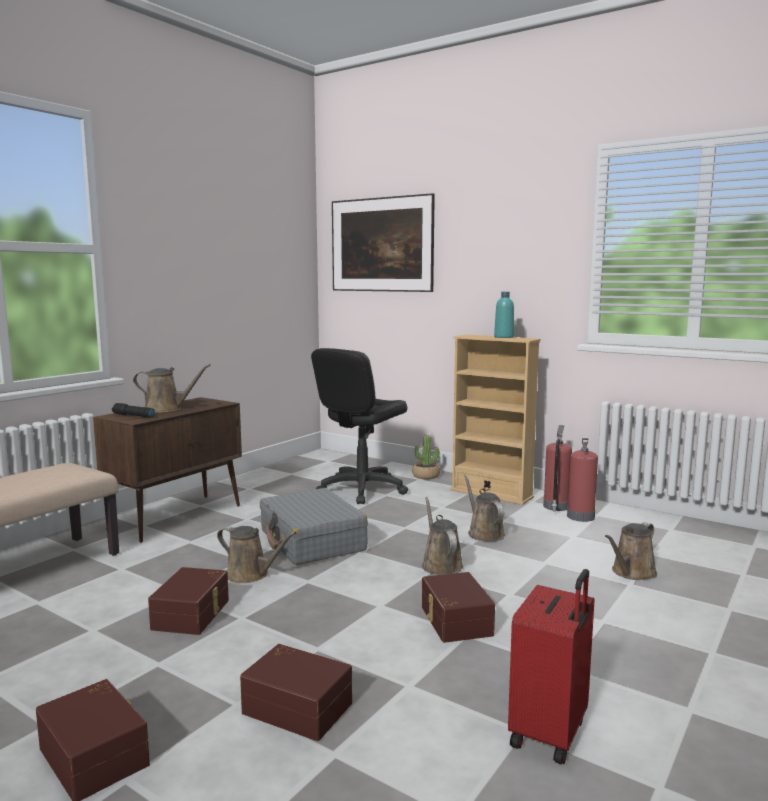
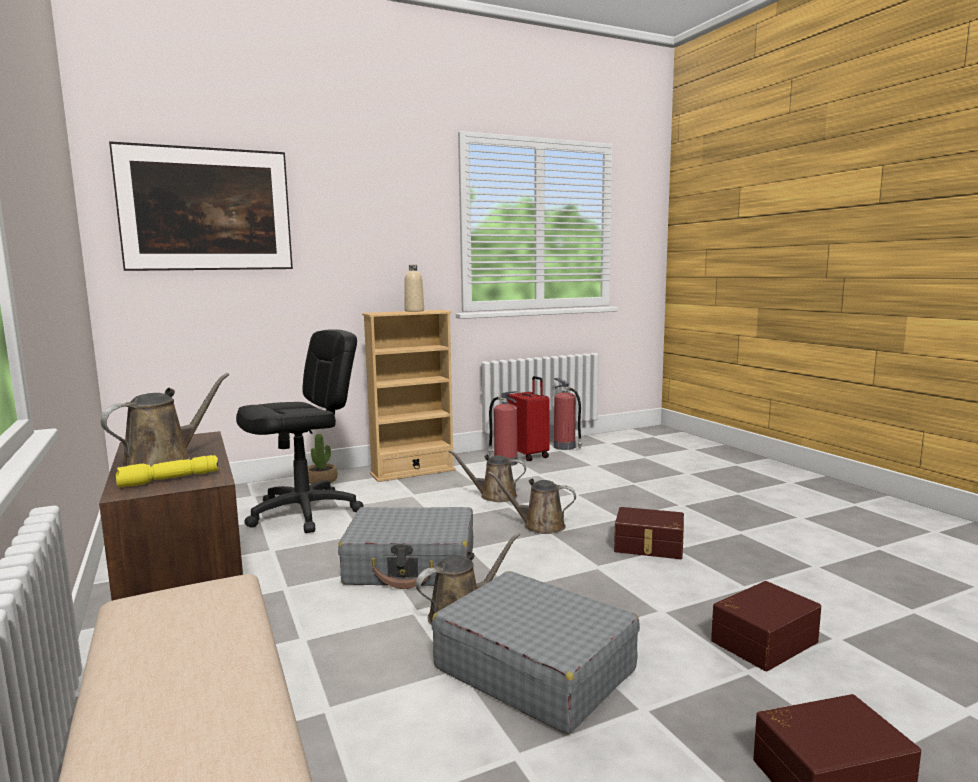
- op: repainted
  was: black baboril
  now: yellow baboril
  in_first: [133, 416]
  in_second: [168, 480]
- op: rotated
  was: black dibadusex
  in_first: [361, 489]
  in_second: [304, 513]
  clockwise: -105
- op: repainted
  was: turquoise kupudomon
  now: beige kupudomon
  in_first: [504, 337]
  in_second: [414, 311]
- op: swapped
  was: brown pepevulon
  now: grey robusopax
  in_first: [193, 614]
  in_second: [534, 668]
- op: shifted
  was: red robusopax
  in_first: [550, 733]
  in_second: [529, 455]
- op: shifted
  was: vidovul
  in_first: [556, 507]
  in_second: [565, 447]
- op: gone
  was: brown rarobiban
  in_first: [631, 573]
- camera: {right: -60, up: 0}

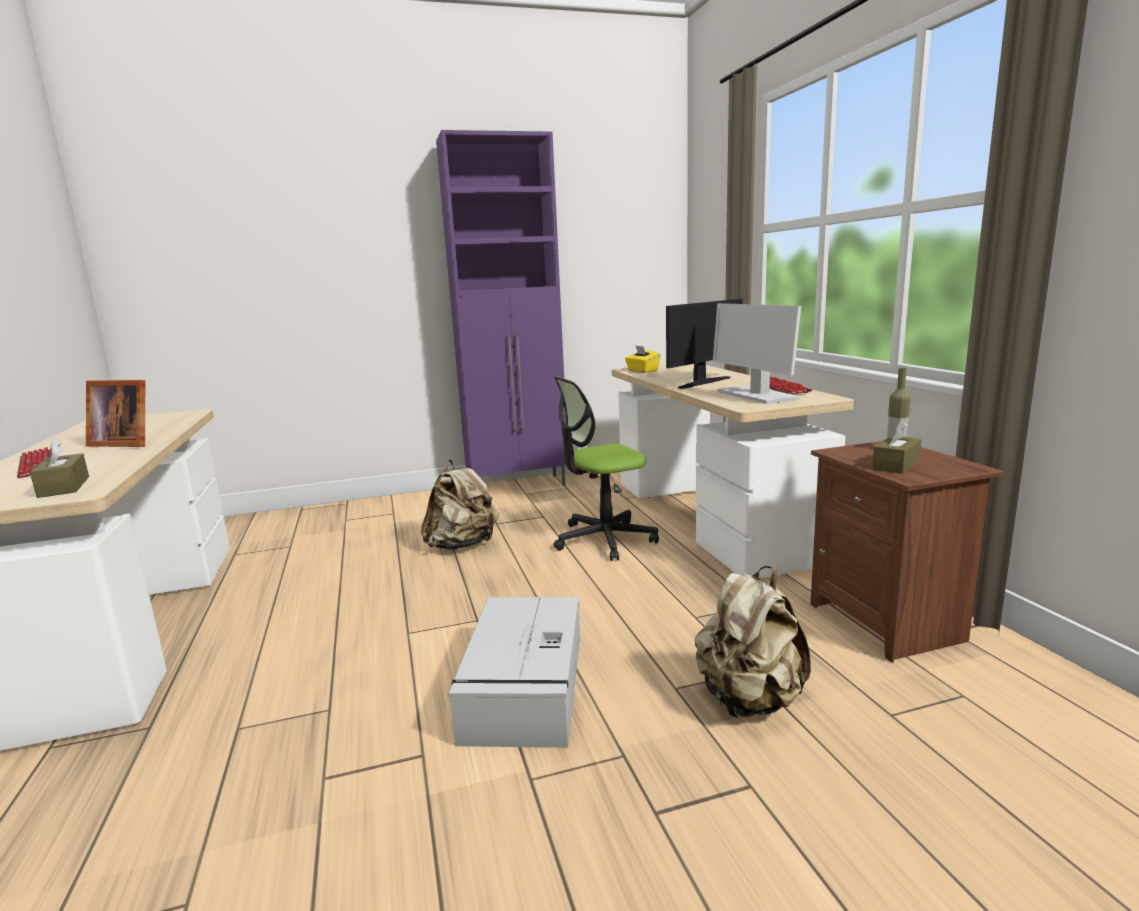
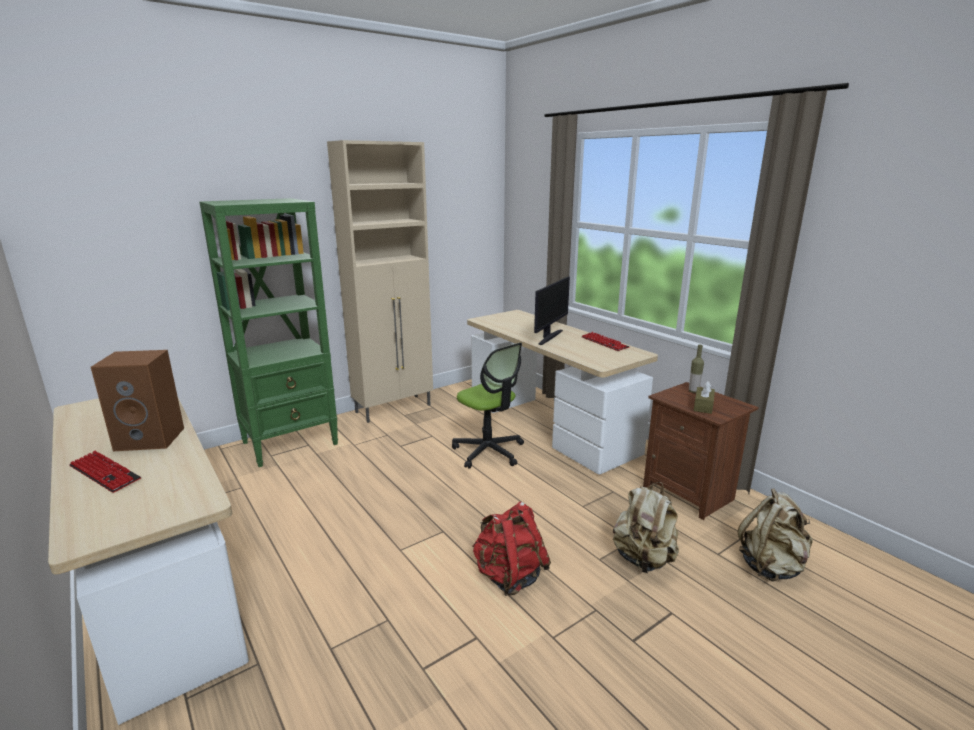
- op: swapped
  was: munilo
  now: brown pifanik
  in_first: [125, 443]
  in_second: [152, 438]
- op: new
  now: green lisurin
  in_second: [291, 443]
- op: repainted
  was: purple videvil
  now: beige videvil
  in_first: [519, 486]
  in_second: [394, 408]
- op: rotated
  was: dibadusex
  in_first: [604, 539]
  in_second: [488, 451]
  clockwise: -90
- op: swapped
  was: grey pepevulon
  now: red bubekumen
  in_first: [524, 687]
  in_second: [509, 576]
- op: shifted
  was: beige bubekumen
  in_first: [463, 545]
  in_second: [771, 566]
- op: gone
  was: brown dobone
  in_first: [64, 487]
- op: gone
  was: yellow dobone
  in_first: [642, 371]
- op: gone
  was: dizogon
  in_first: [755, 395]
- camera: {right: -20, up: 5}

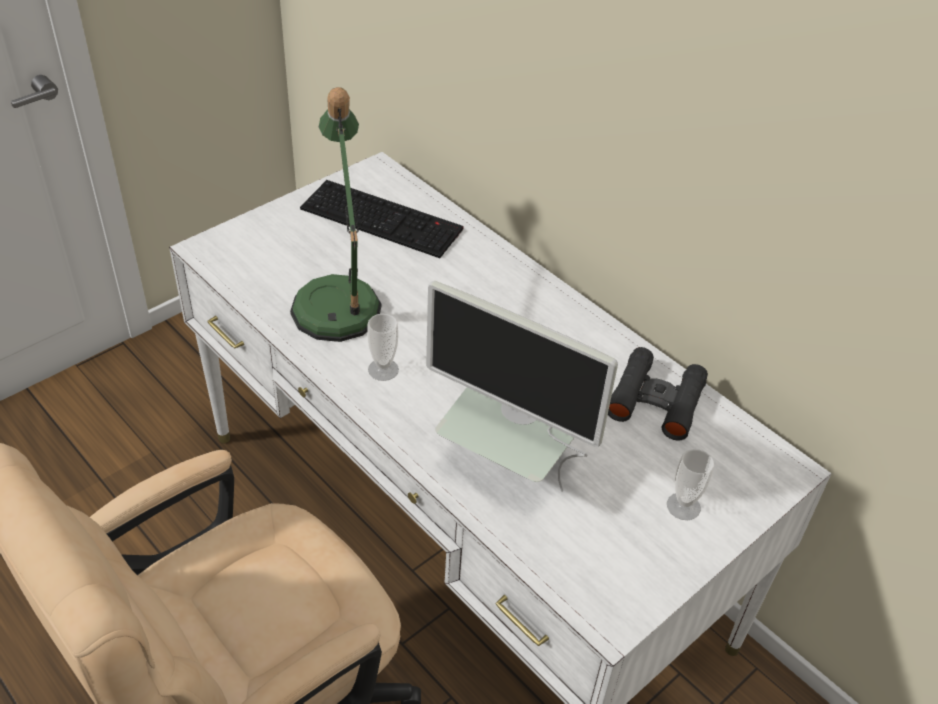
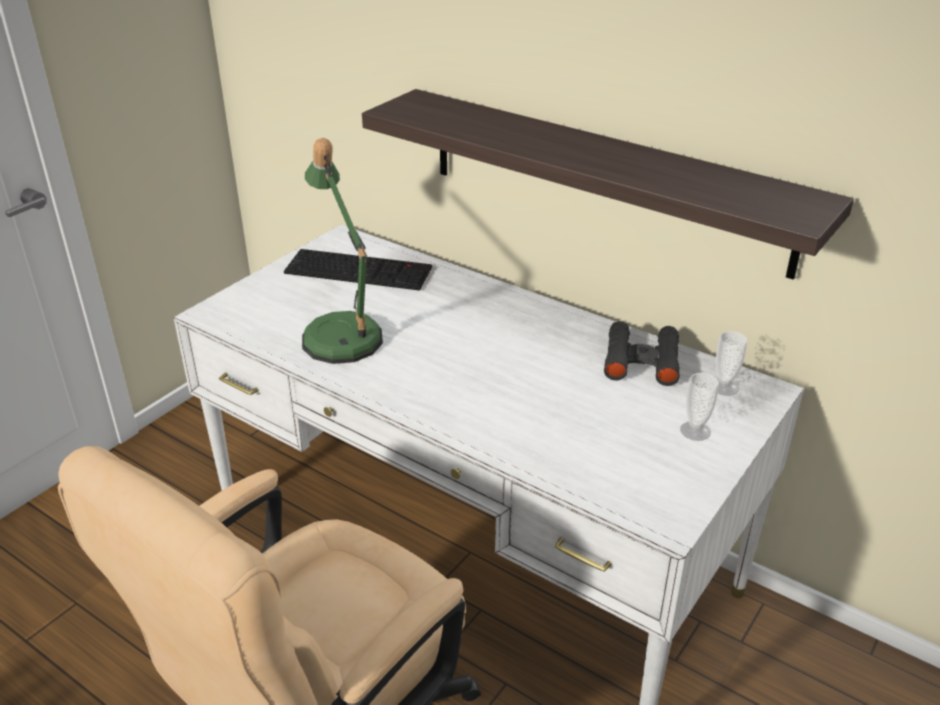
- op: new
  now: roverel
  in_second: [604, 179]
- op: shifted
  was: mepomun
  in_first: [383, 369]
  in_second: [724, 387]
- op: gone
  was: dizogon
  in_first: [509, 465]
- camera: {right: -10, up: -10}

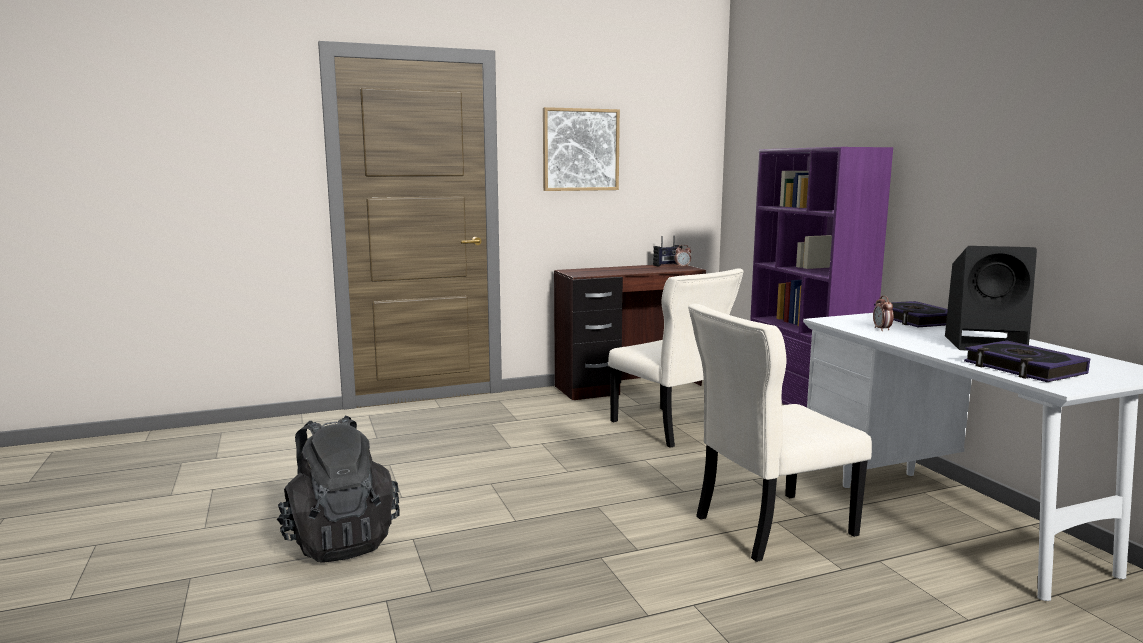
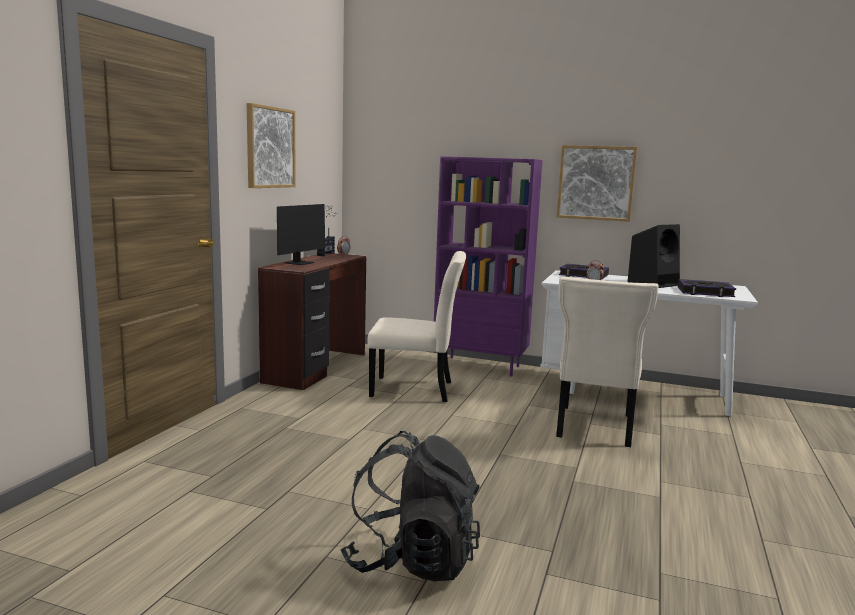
- op: new
  now: dizogon
  in_second: [302, 262]
- op: new
  now: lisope
  in_second: [596, 183]
- camera: {right: -50, up: 0}

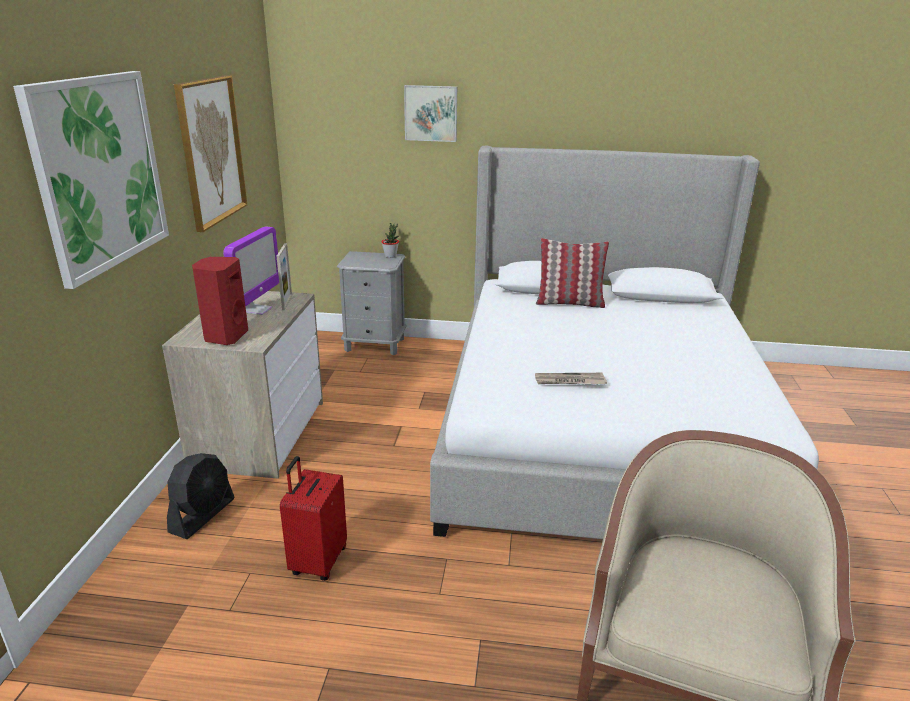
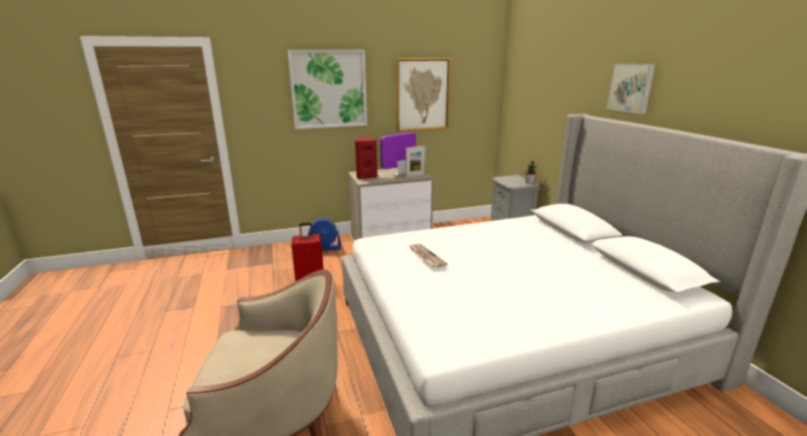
- op: repainted
  was: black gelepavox
  now: blue gelepavox
  in_first: [203, 515]
  in_second: [325, 248]
- op: rotated
  was: dizogon
  in_first: [257, 310]
  in_second: [399, 174]
  clockwise: 150
- op: shifted
  was: lisope
  in_first: [431, 113]
  in_second: [631, 87]
- op: gone
  was: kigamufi
  in_first: [569, 303]
- camera: {right: 65, up: -5}

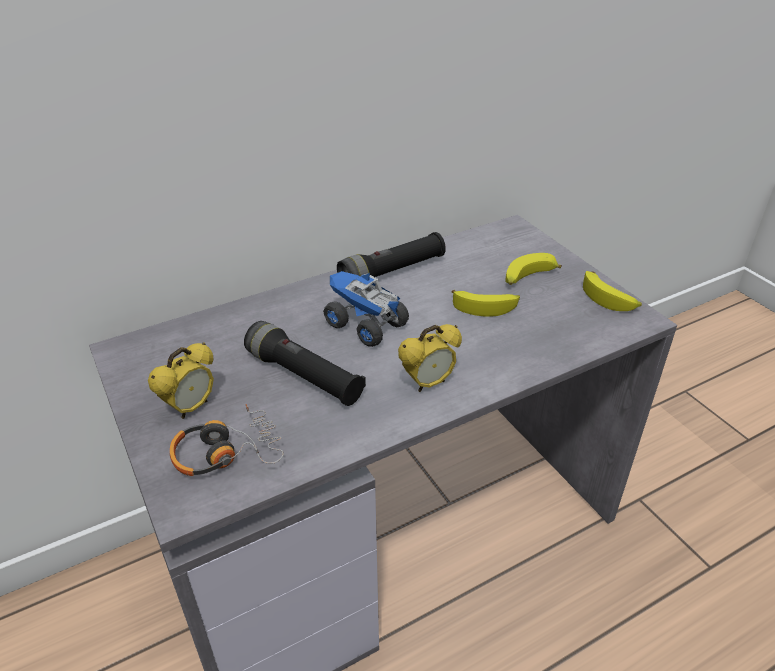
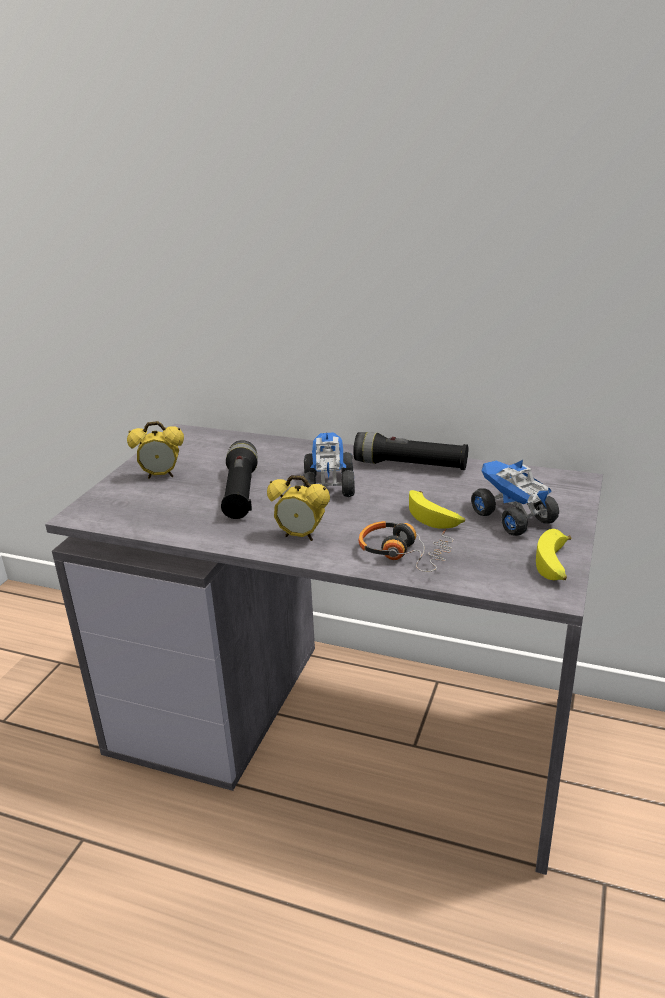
- op: shifted
  was: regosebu
  in_first: [227, 451]
  in_second: [405, 553]
- op: swapped
  was: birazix
  now: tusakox
  in_first: [528, 278]
  in_second: [511, 517]
- camera: {right: 50, up: -10}

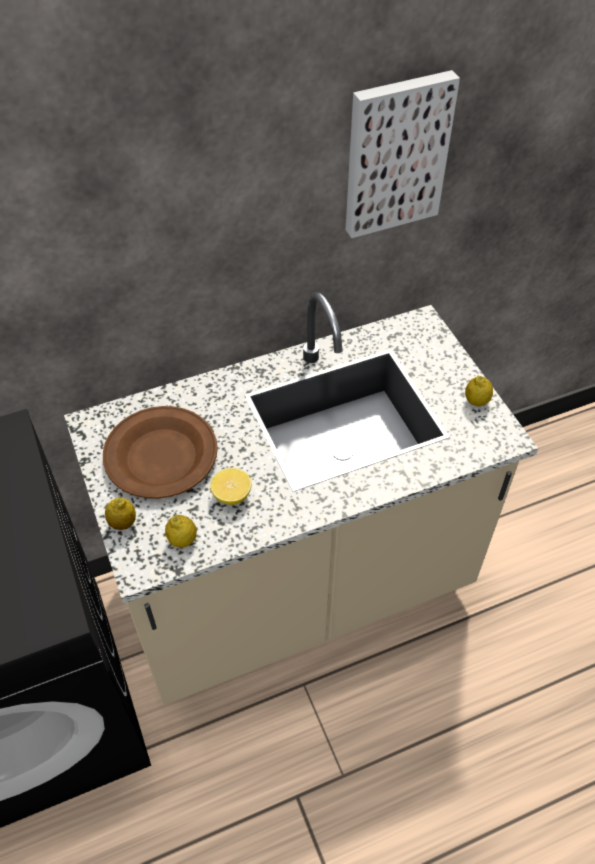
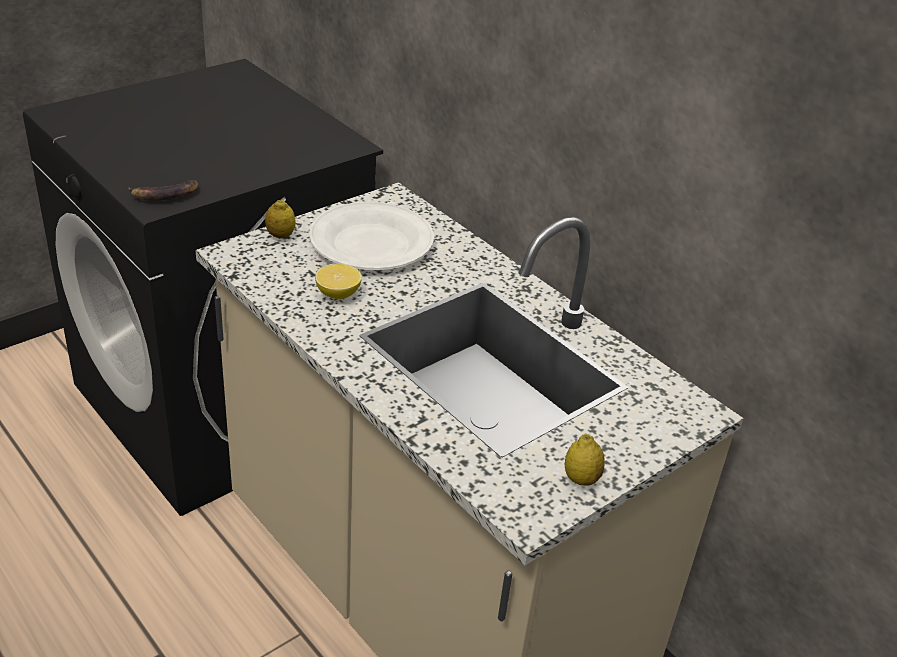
- op: new
  now: birazix
  in_second: [164, 195]
- op: repainted
  was: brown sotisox
  now: white sotisox
  in_first: [162, 456]
  in_second: [371, 243]
- op: gone
  was: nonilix
  in_first: [182, 540]
- op: gone
  was: lisope
  in_first: [395, 154]
- camera: {right: 70, up: -15}

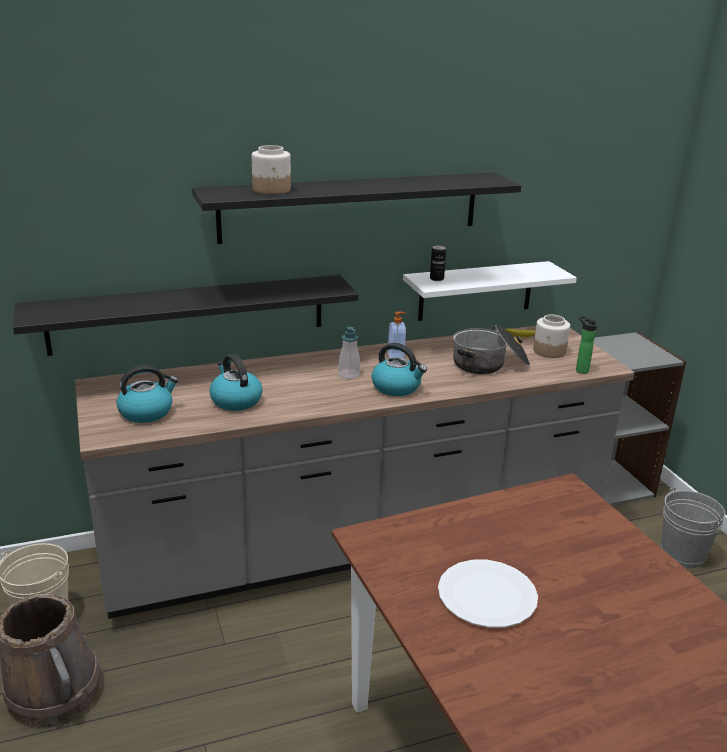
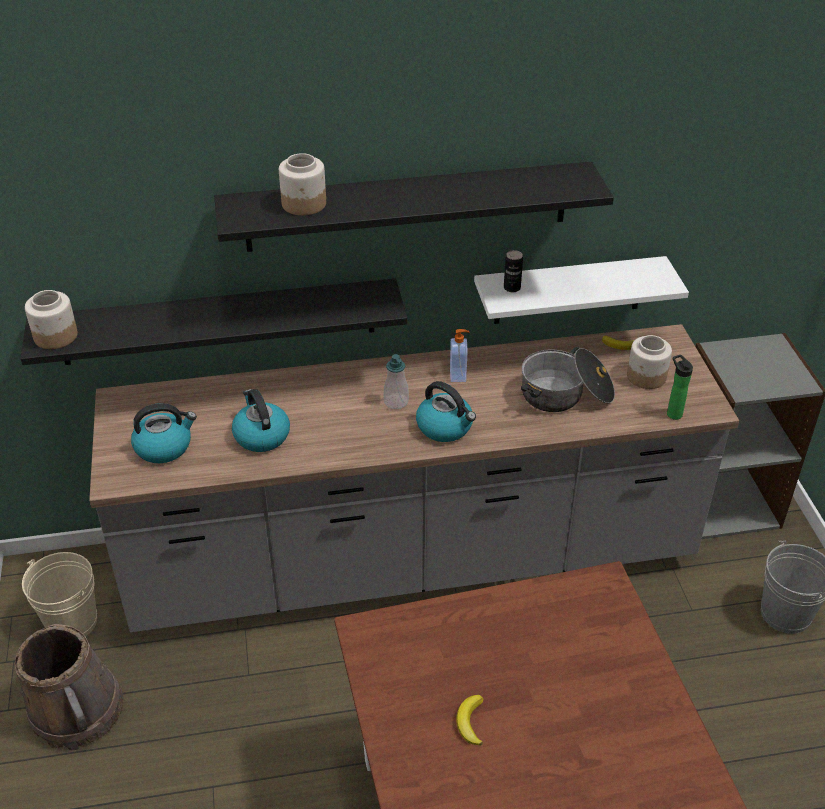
- op: new
  now: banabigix
  in_second: [55, 336]
- op: swapped
  was: white sotisox
  now: birazix
  in_first: [487, 596]
  in_second: [470, 722]
- camera: {right: 10, up: 15}

